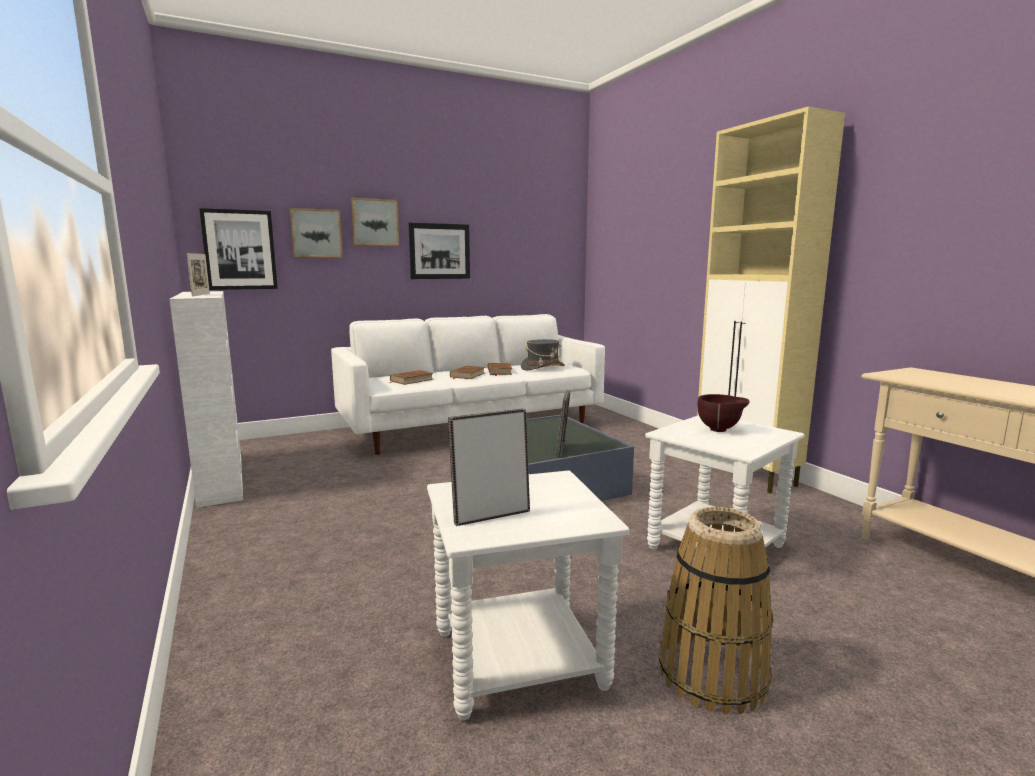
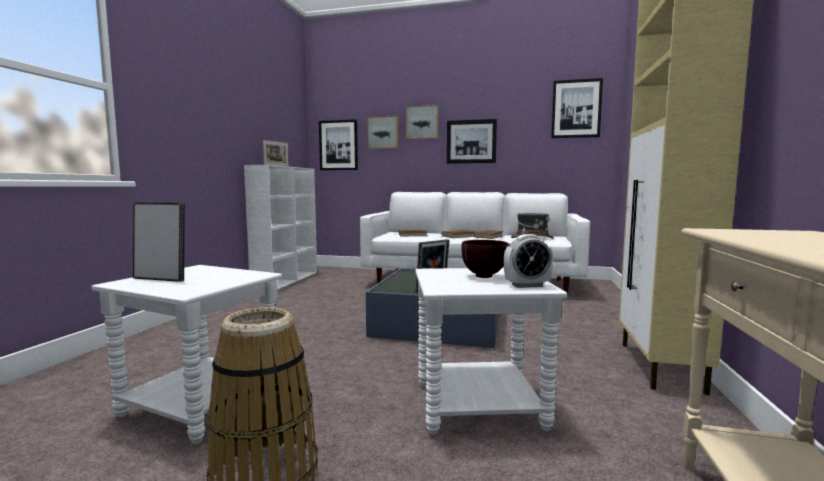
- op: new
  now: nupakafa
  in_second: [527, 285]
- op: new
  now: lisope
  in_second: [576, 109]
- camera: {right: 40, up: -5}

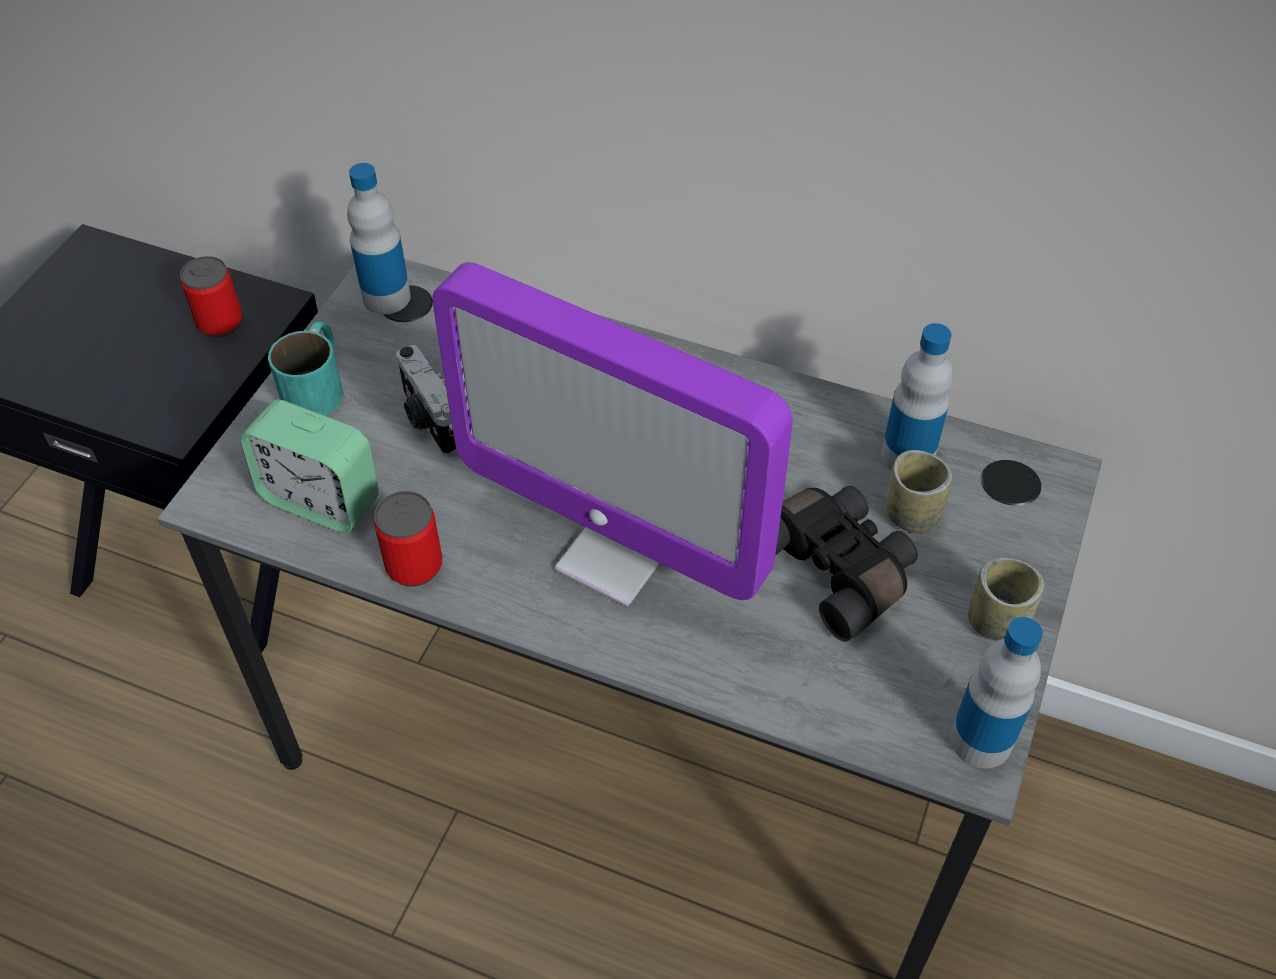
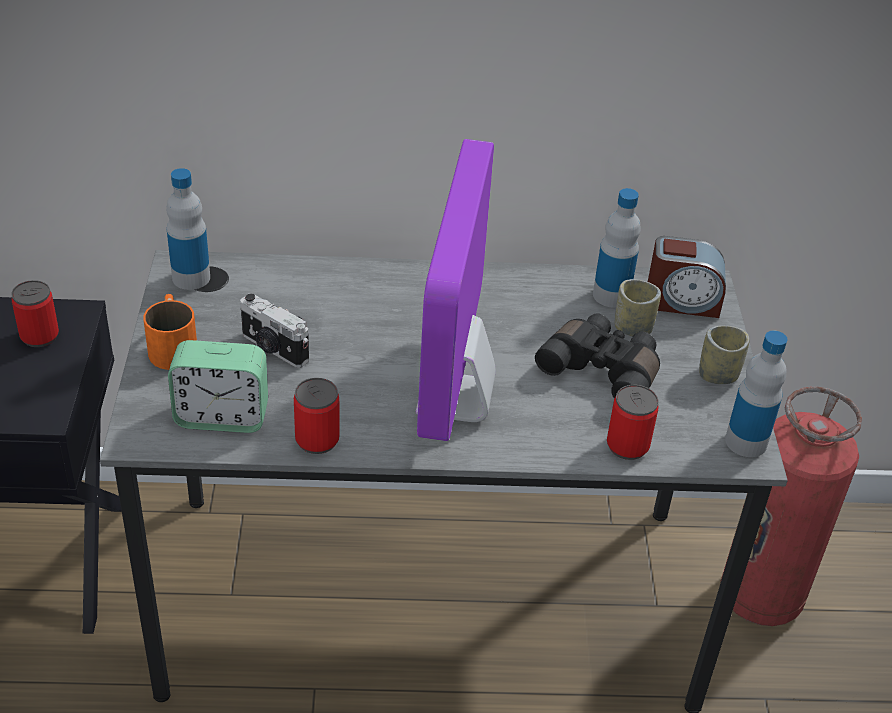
- op: repainted
  was: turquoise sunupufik
  now: orange sunupufik
  in_first: [318, 384]
  in_second: [173, 344]
- op: rotated
  was: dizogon
  in_first: [616, 555]
  in_second: [455, 398]
  clockwise: 90
- op: new
  now: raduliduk
  in_second: [627, 446]
- op: new
  now: nupakafa
  in_second: [682, 301]
- op: new
  now: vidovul
  in_second: [760, 597]
- camera: {right: -25, up: -10}

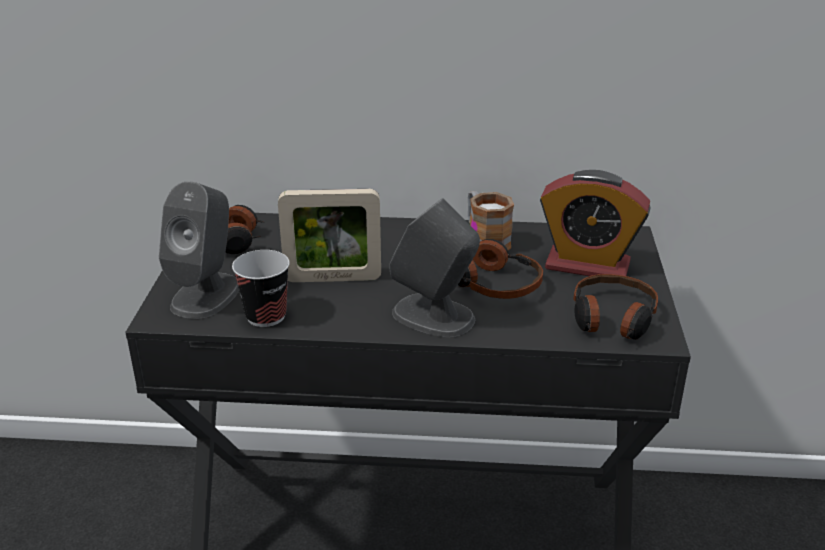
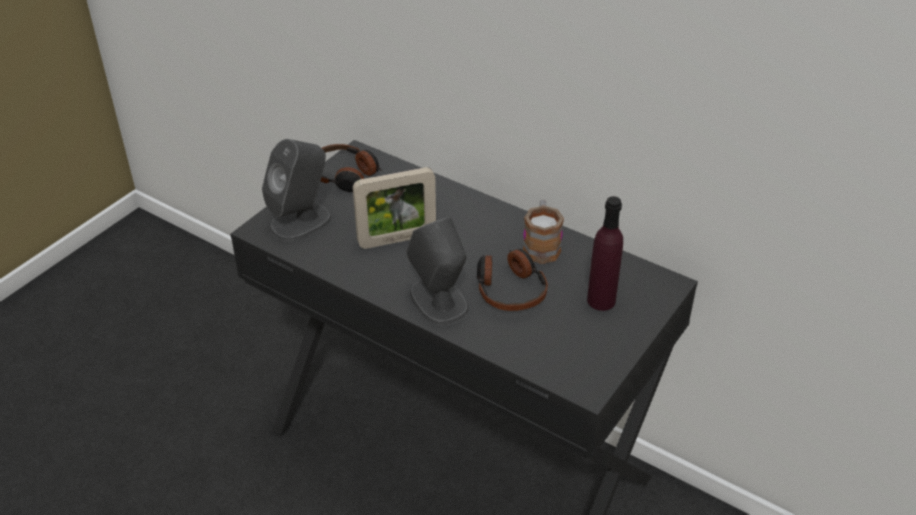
- op: rotated
  was: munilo
  in_first: [333, 278]
  in_second: [397, 239]
  clockwise: -45
- op: swapped
  was: nupakafa
  now: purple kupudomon
  in_first: [587, 265]
  in_second: [601, 300]
- op: gone
  was: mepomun
  in_first: [266, 316]
- op: gone
  was: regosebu
  in_first: [612, 319]
- camera: {right: 30, up: 10}

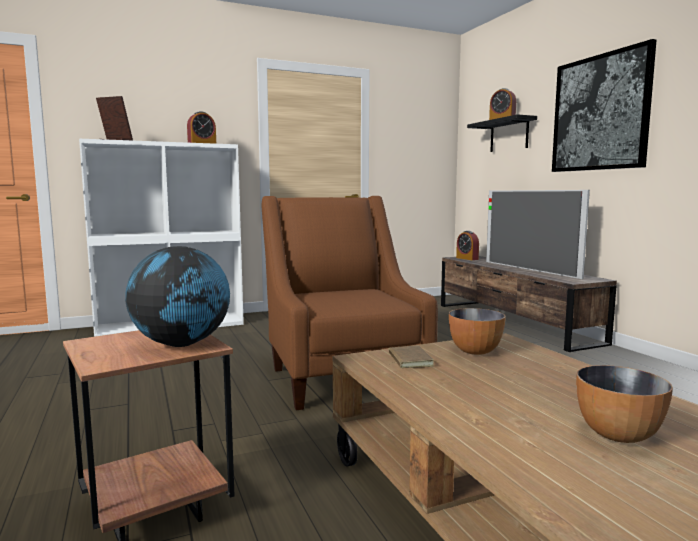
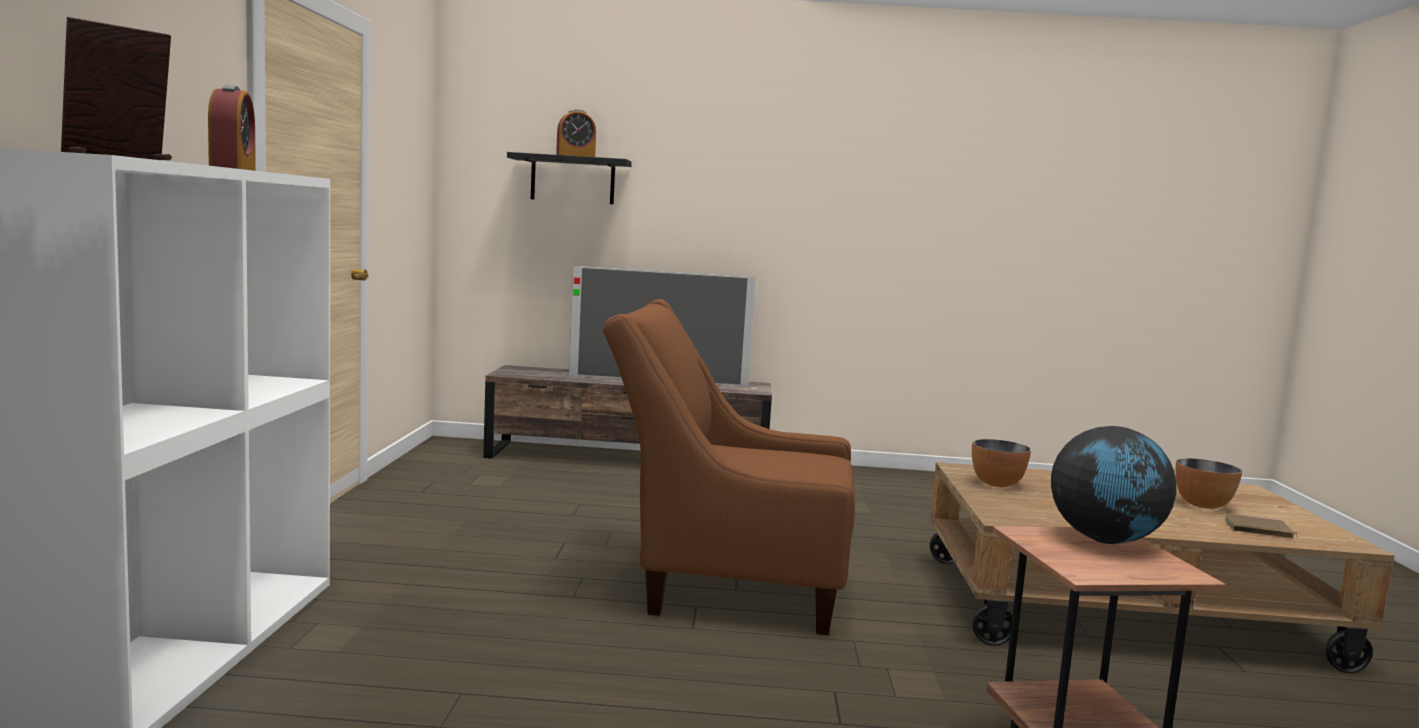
- op: shifted
  was: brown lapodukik
  in_first: [408, 360]
  in_second: [1258, 530]
- op: gone
  was: nupakafa
  in_first: [467, 258]
- op: gone
  was: lisope
  in_first: [600, 113]
- camera: {right: -65, up: 0}

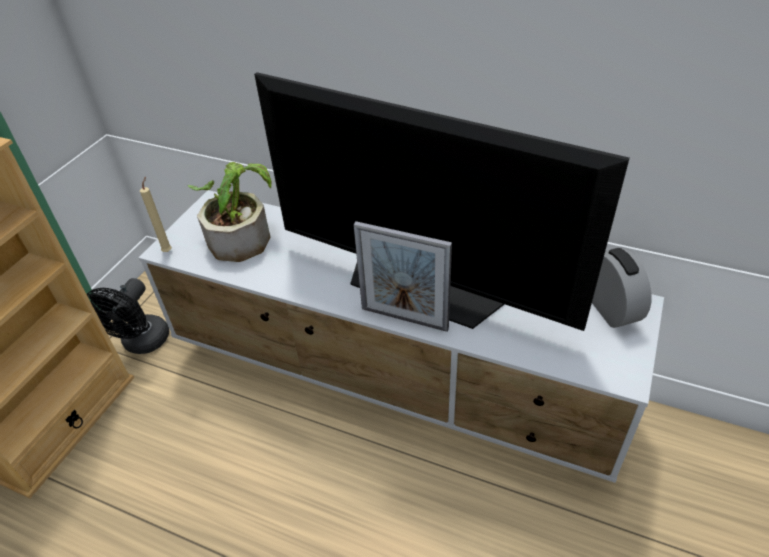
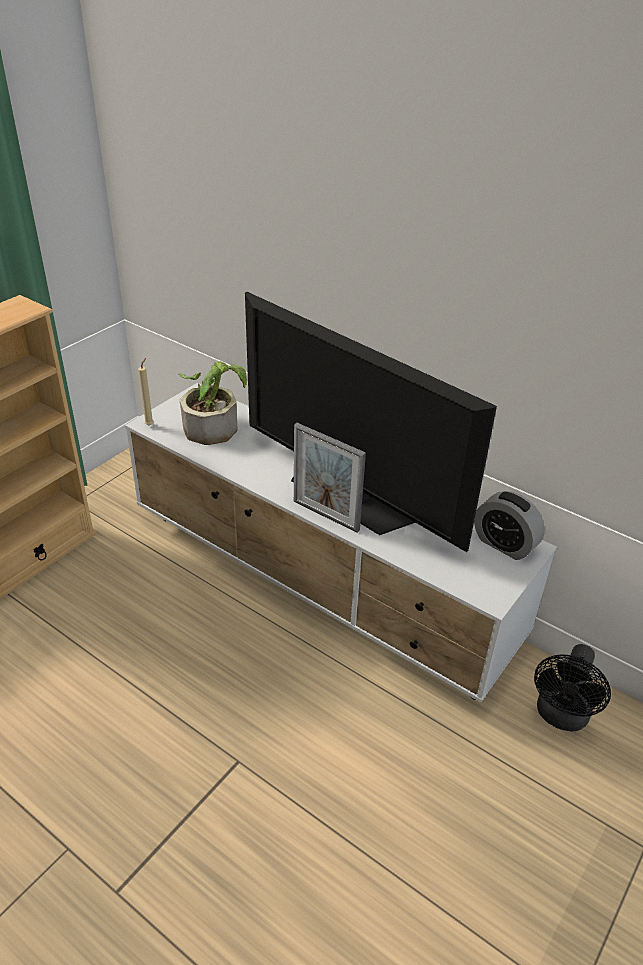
- op: rotated
  was: nupakafa
  in_first: [609, 308]
  in_second: [504, 544]
  clockwise: 135
- op: shifted
  was: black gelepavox
  in_first: [142, 344]
  in_second: [561, 717]
- camera: {right: 10, up: -5}

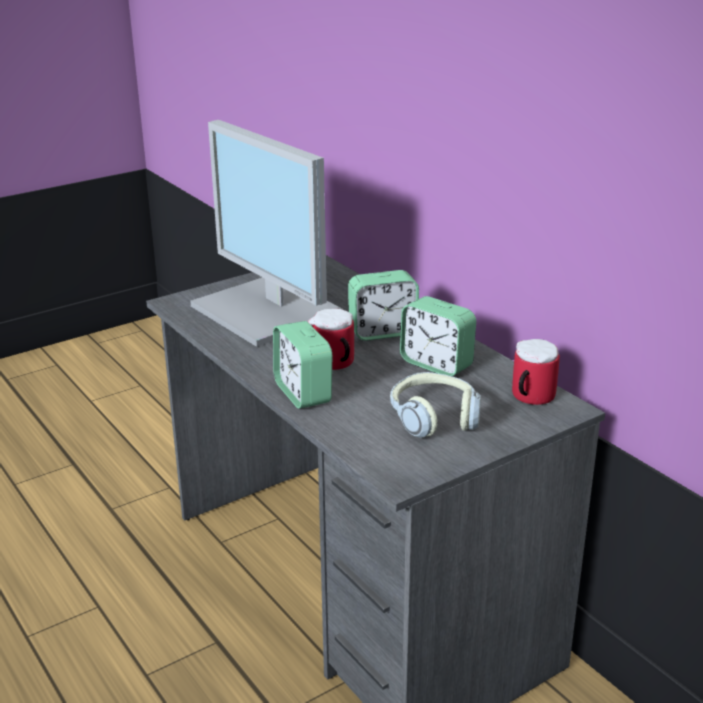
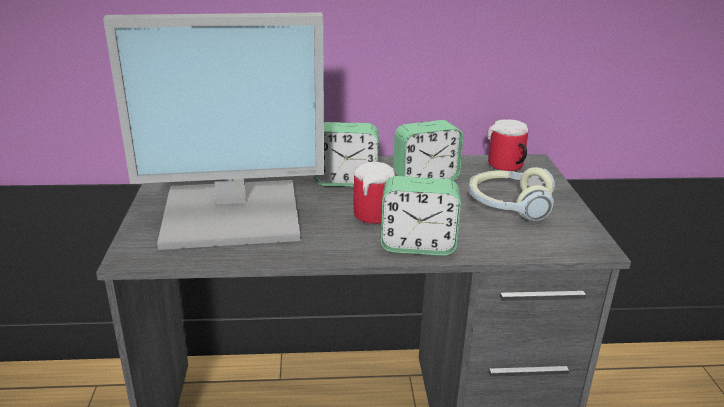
- op: rotated
  was: nupakafa
  in_first: [383, 332]
  in_second: [346, 180]
  clockwise: 75
- camera: {right: -60, up: 0}

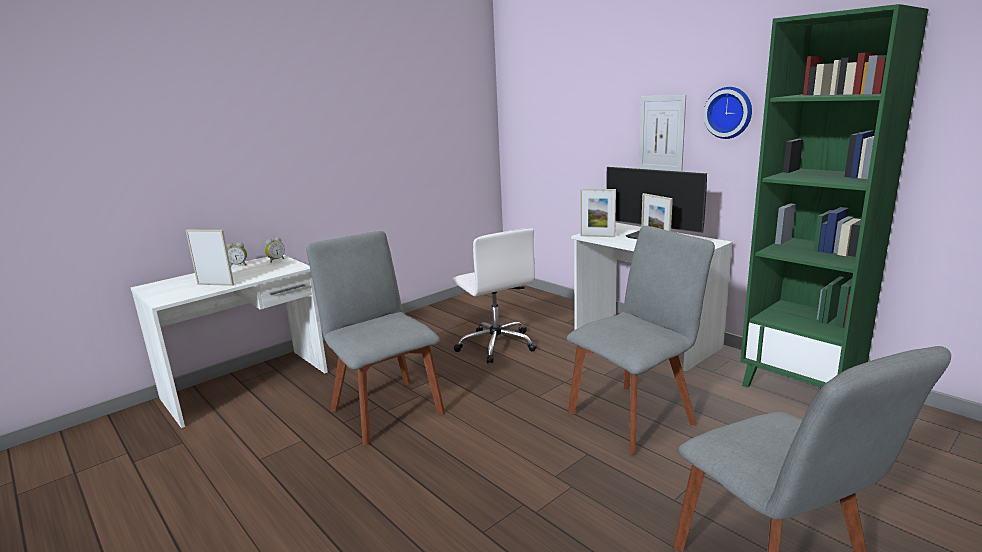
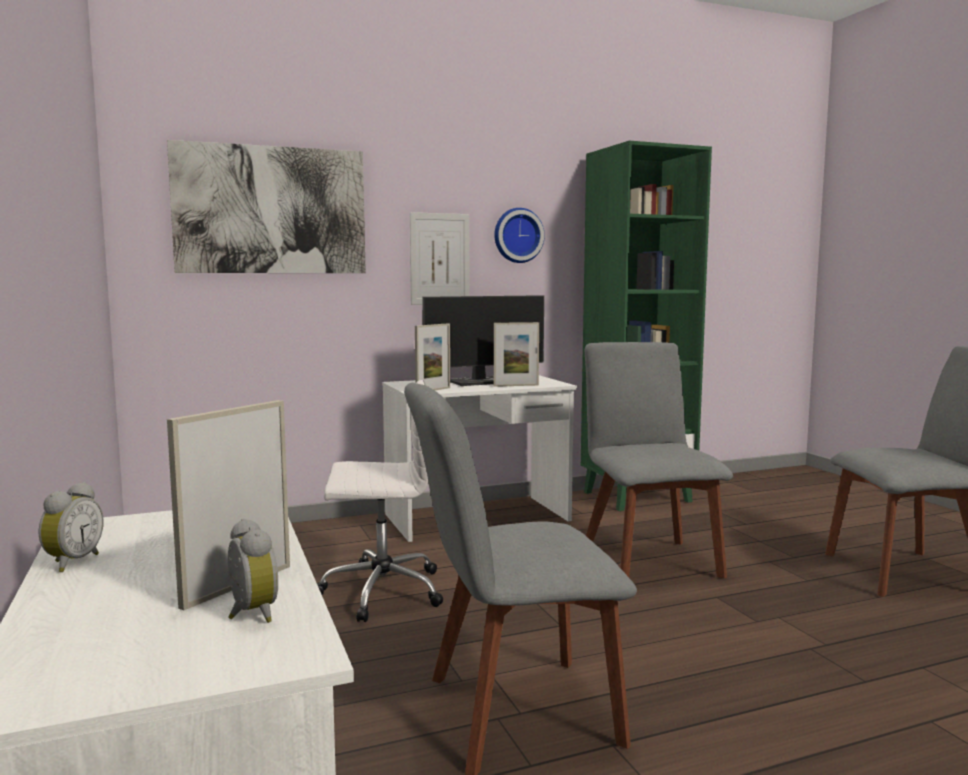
- op: new
  now: lisope
  in_second: [271, 210]
- op: shifted
  was: nupakafa
  in_first: [275, 260]
  in_second: [249, 614]
- camera: {right: -70, up: -10}

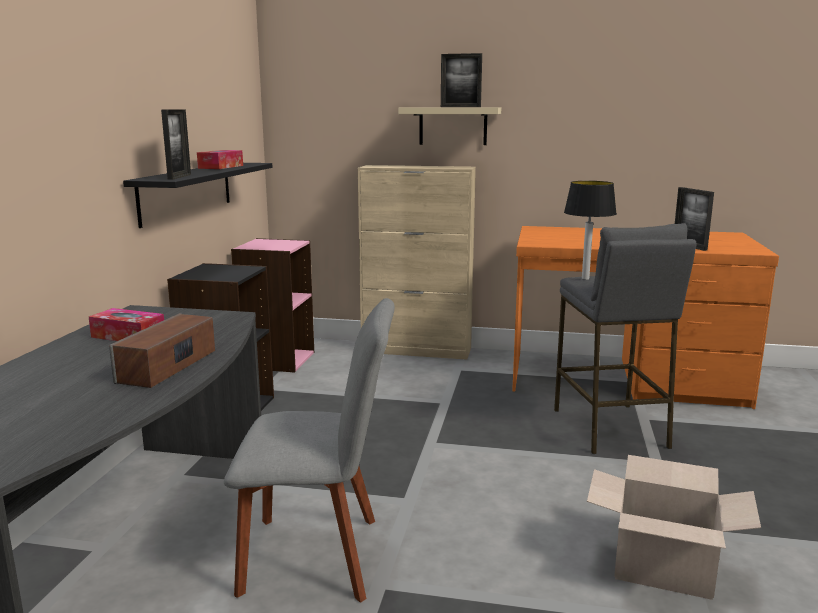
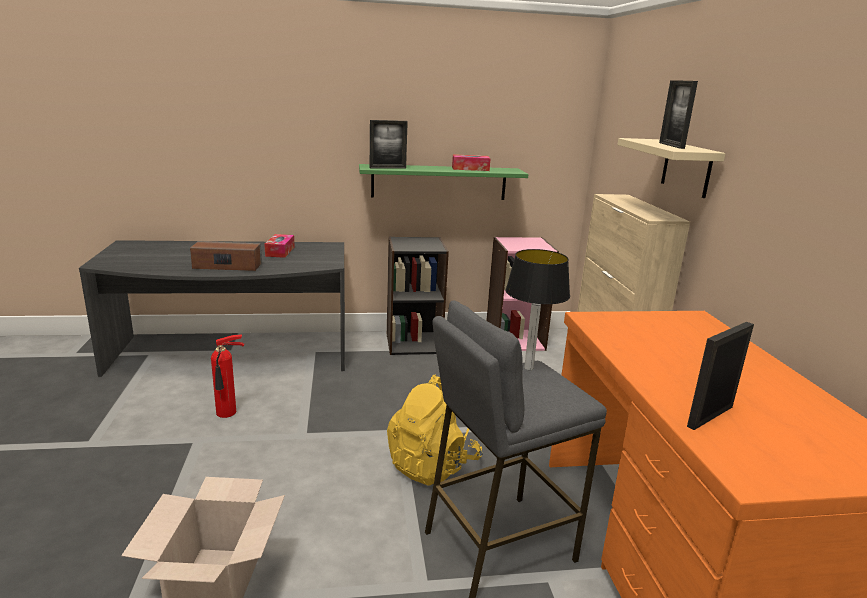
- op: swapped
  was: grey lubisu
  now: vidovul
  in_first: [319, 556]
  in_second: [228, 413]
- op: repainted
  was: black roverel
  now: green roverel
  in_first: [187, 192]
  in_second: [439, 182]
- op: new
  now: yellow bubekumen
  in_second: [433, 464]
- camera: {right: 70, up: 5}

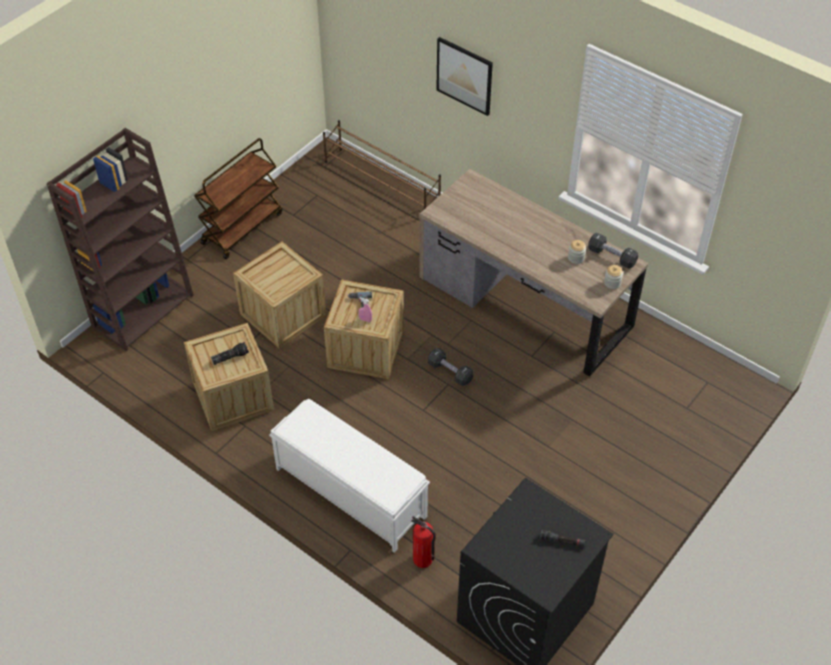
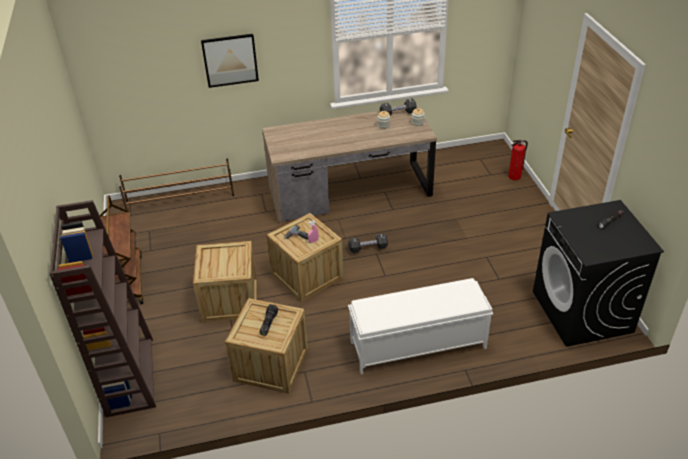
- op: shifted
  was: vidovul
  in_first: [423, 559]
  in_second: [514, 176]
- camera: {right: -50, up: -10}

